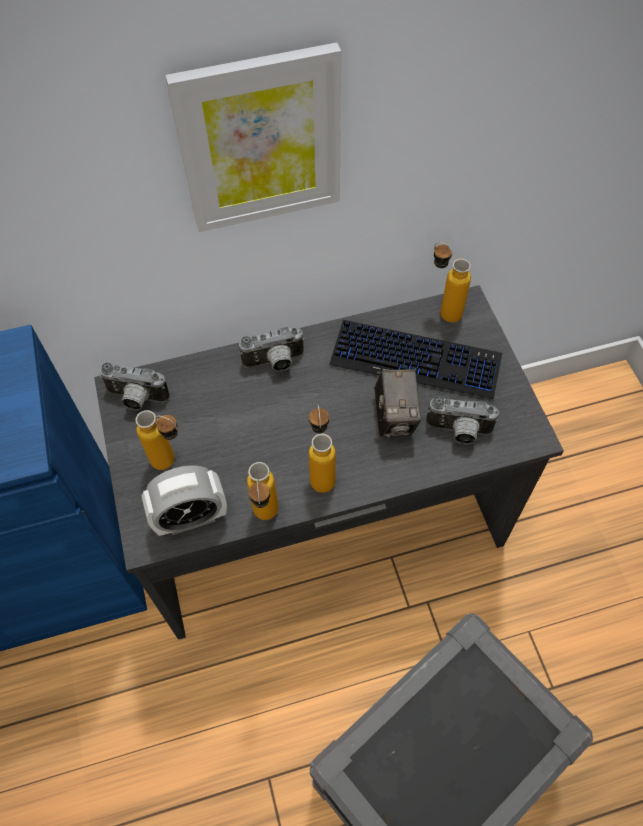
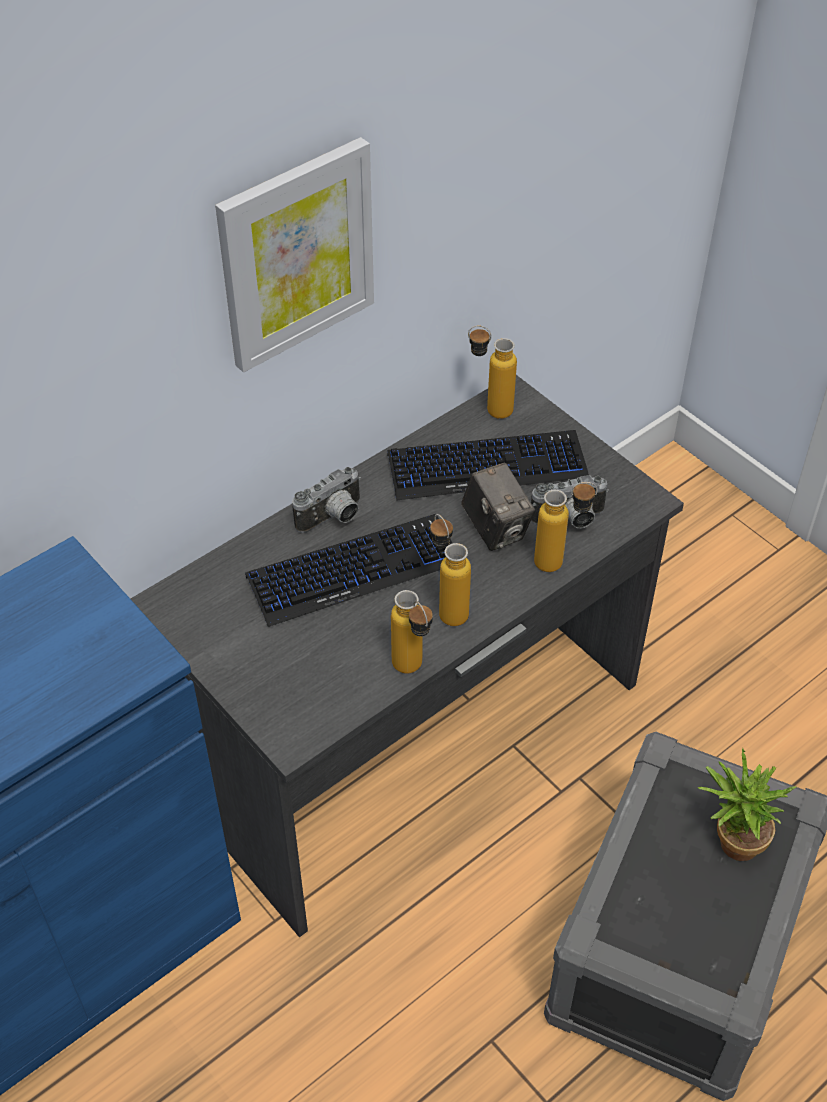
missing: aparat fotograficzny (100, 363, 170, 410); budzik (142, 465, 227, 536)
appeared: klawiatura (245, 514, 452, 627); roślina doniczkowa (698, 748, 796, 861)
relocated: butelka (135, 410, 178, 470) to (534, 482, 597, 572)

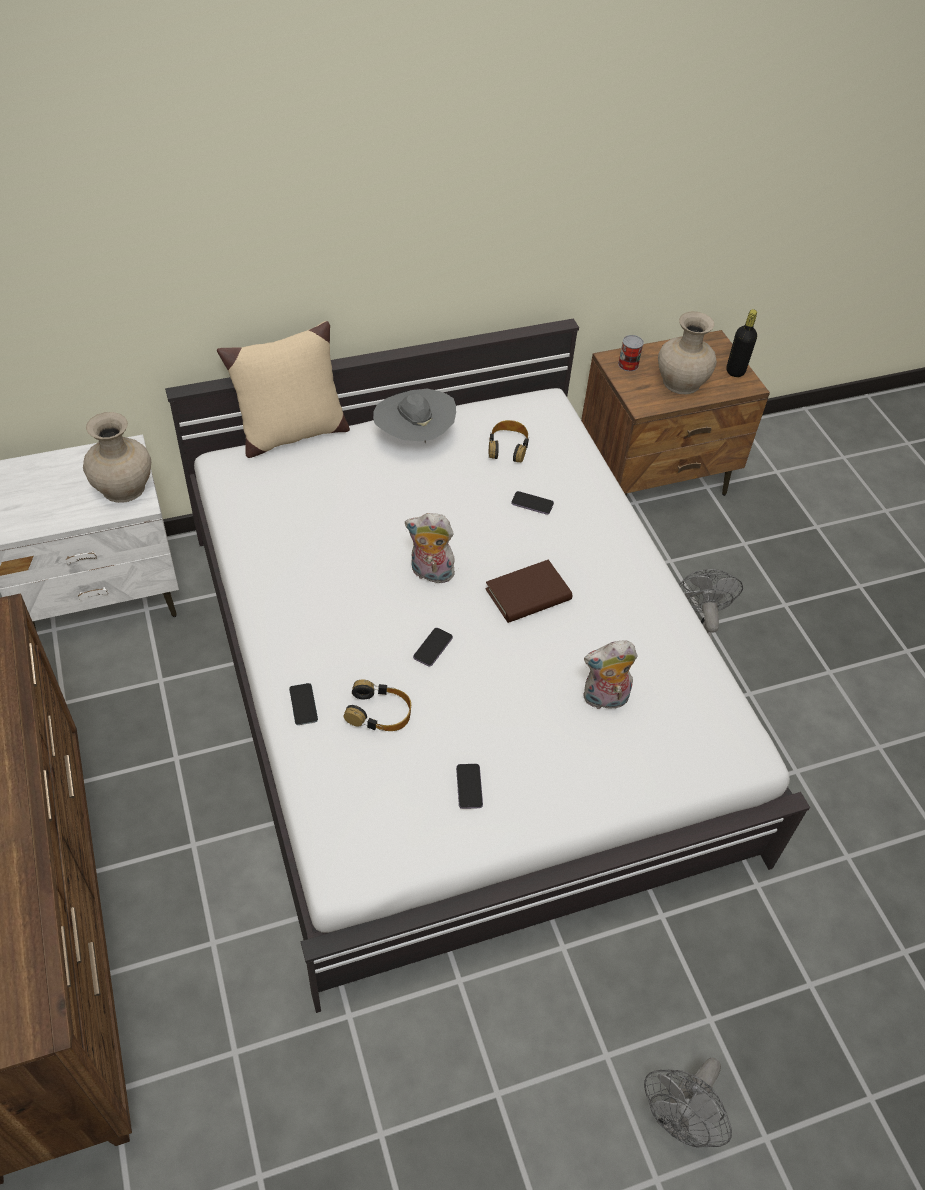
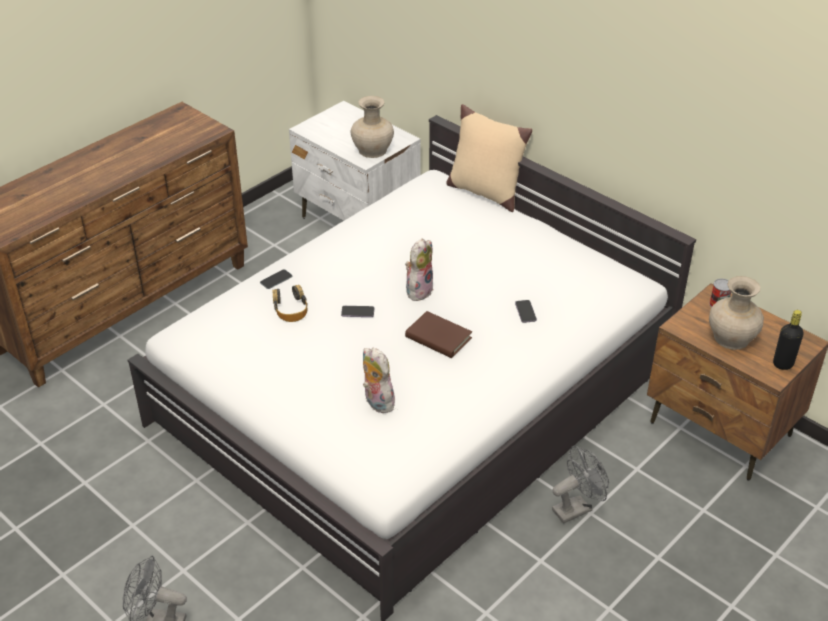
missing: kapelusz/szary (373, 389, 456, 444); telefon (456, 764, 483, 809); słuchawki (489, 420, 529, 463)
spun: pluszak (405, 513, 455, 583) = (405, 238, 434, 301) 45 degrees clockwise

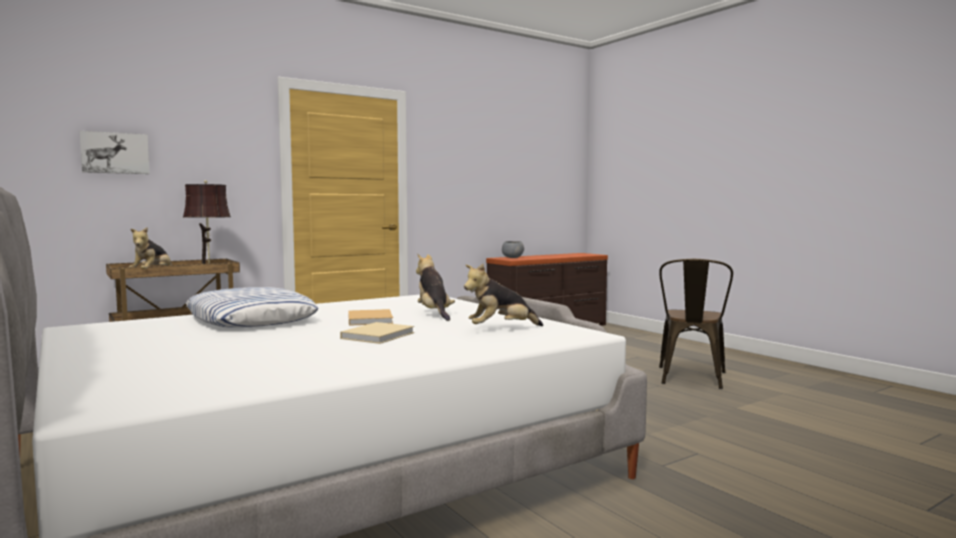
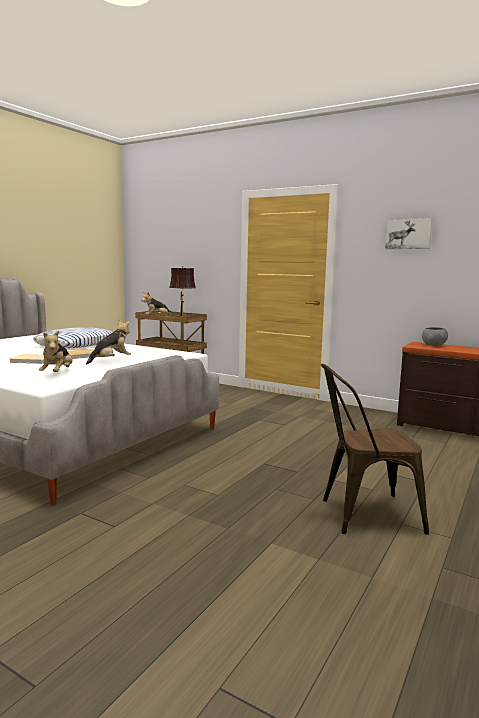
relocated: obraz (80, 131, 150, 174) to (385, 218, 432, 249)
spun: pluszak (464, 264, 543, 326) = (39, 330, 73, 372) 135 degrees counterclockwise

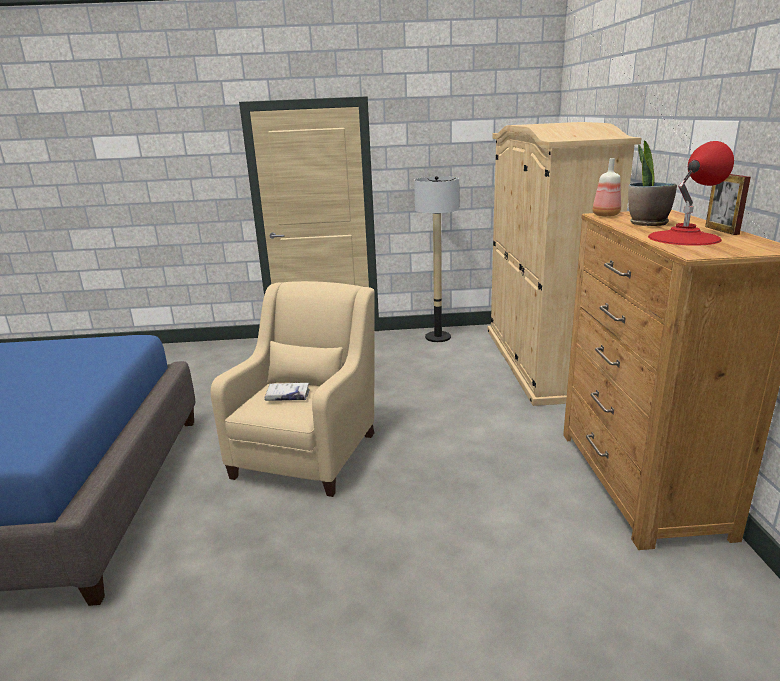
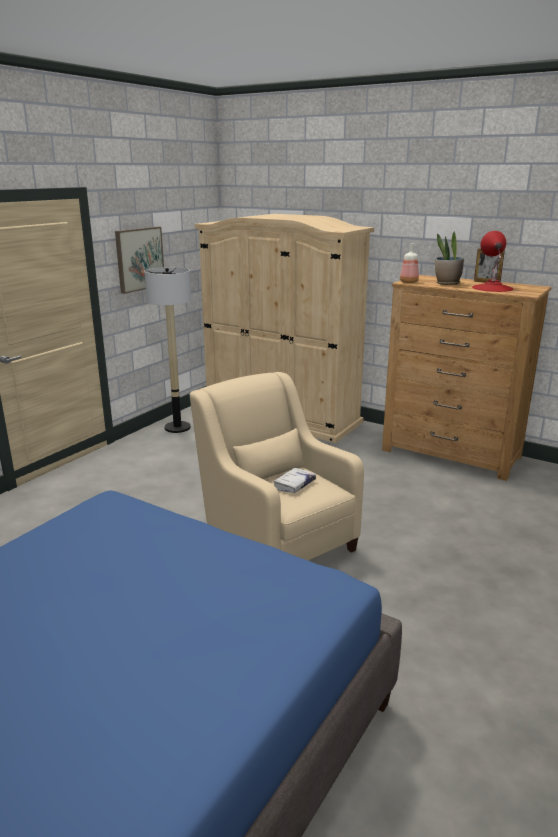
appeared: obraz (115, 227, 164, 294)

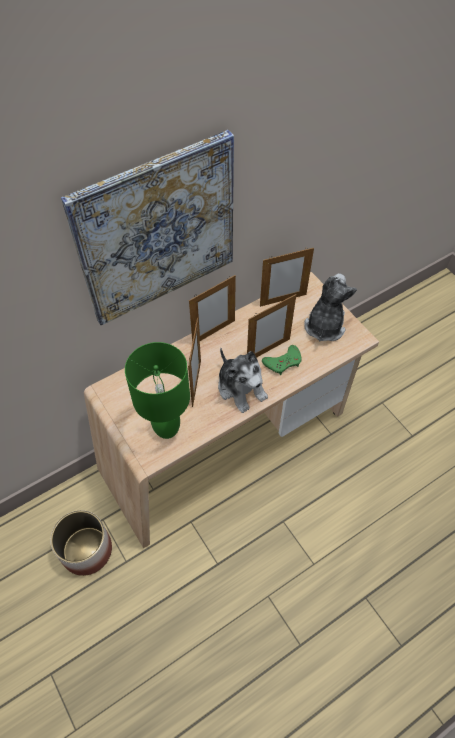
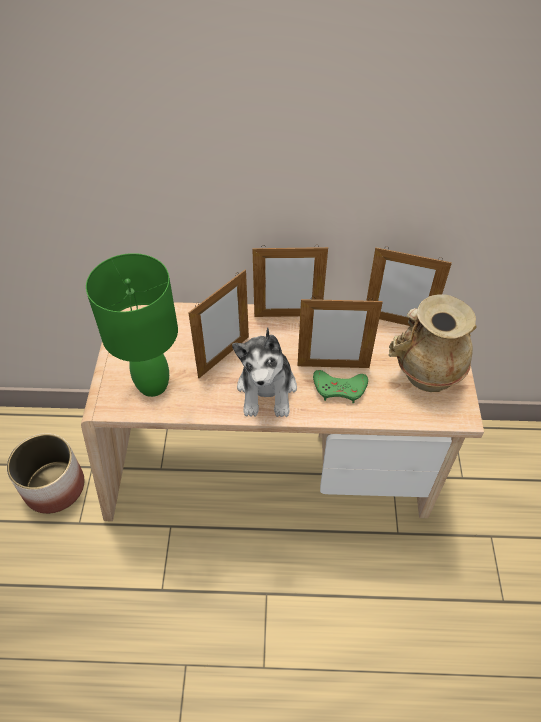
missing: obraz (61, 130, 234, 325)
exchanged: pluszak (304, 273, 357, 342) to wazon/beżowy (389, 294, 477, 392)

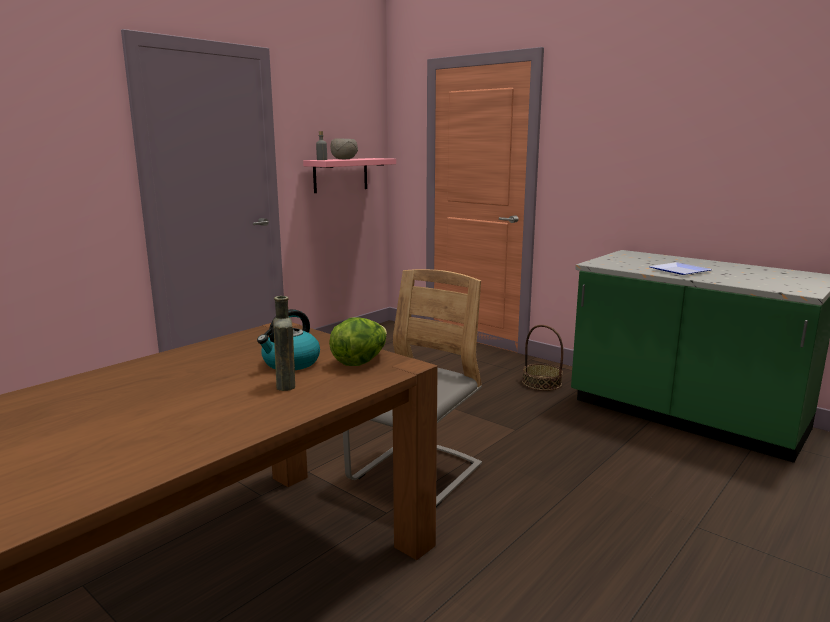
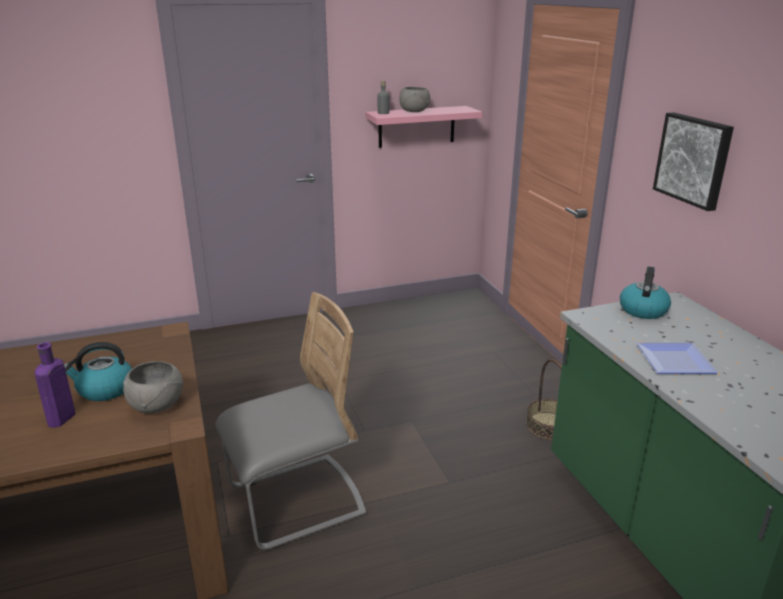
appeared: czajnik (620, 267, 671, 319); obraz (653, 112, 734, 211)
exchanged: sałata (329, 317, 387, 366) to miska/szary (123, 361, 183, 413)
colour: butelka/brązowy (273, 296, 295, 391) to butelka/fioletowy (34, 342, 75, 428)

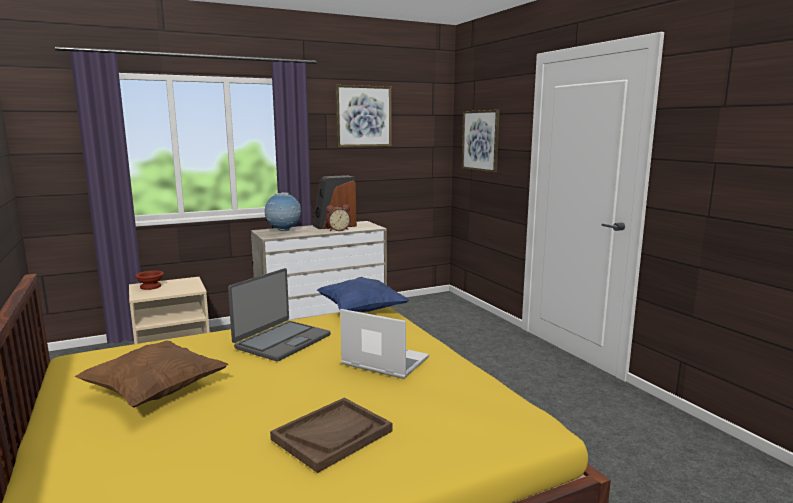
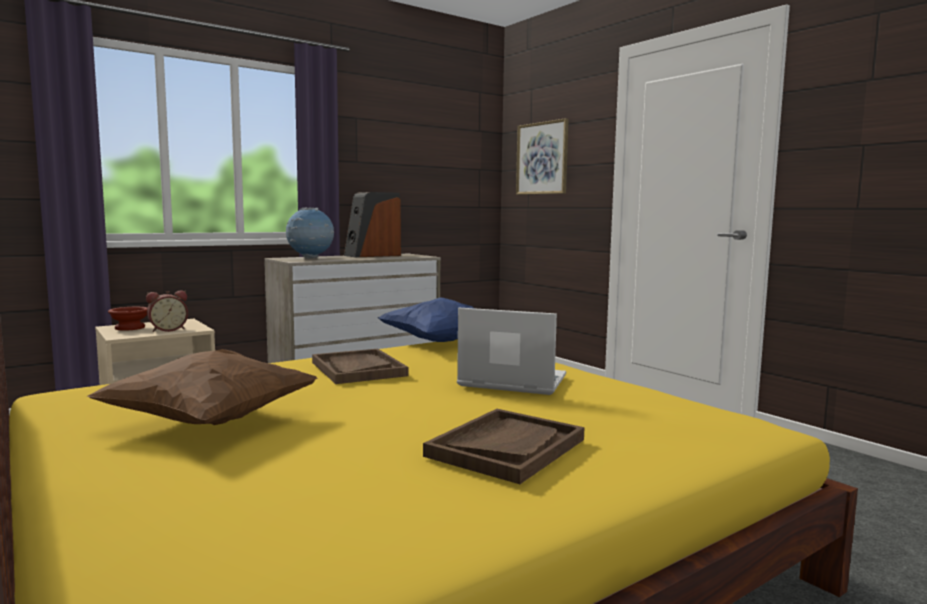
missing: obraz (335, 85, 392, 147)
relocated: budzik (326, 205, 351, 231) to (146, 291, 188, 332)
exchanged: laptop (228, 268, 330, 361) to taca/brązowy (312, 349, 408, 384)

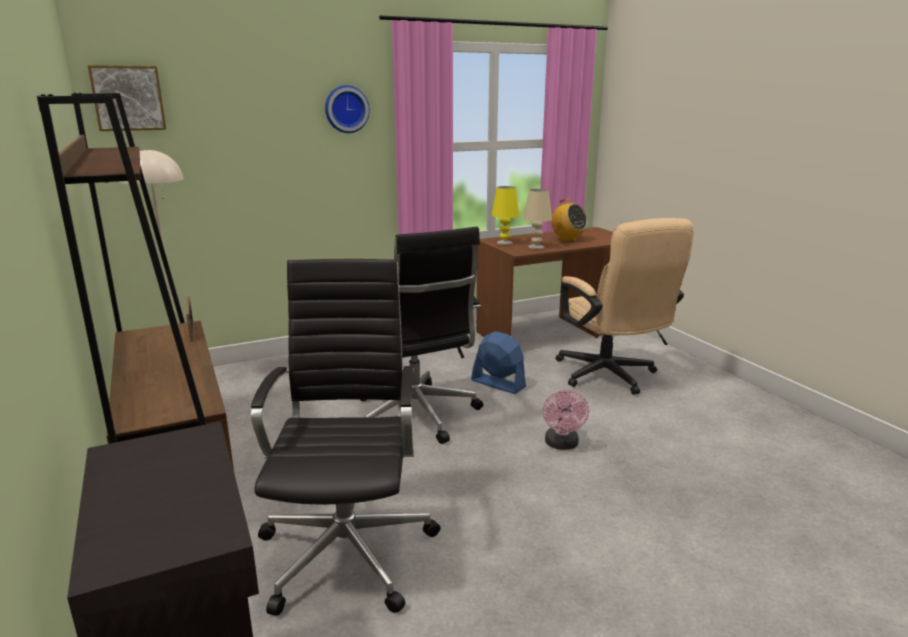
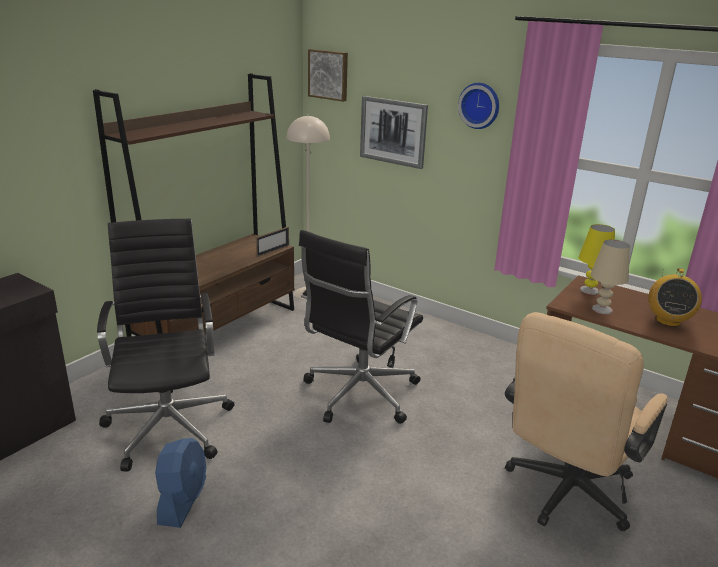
missing: wentylator/różowy (543, 390, 589, 450)
appeared: obraz (360, 96, 428, 169)
relocated: wentylator/niebieski (471, 331, 526, 394) to (155, 438, 206, 528)
spun: krzesło biurowe/czarny (251, 259, 441, 616) = (97, 218, 235, 472) 75 degrees counterclockwise

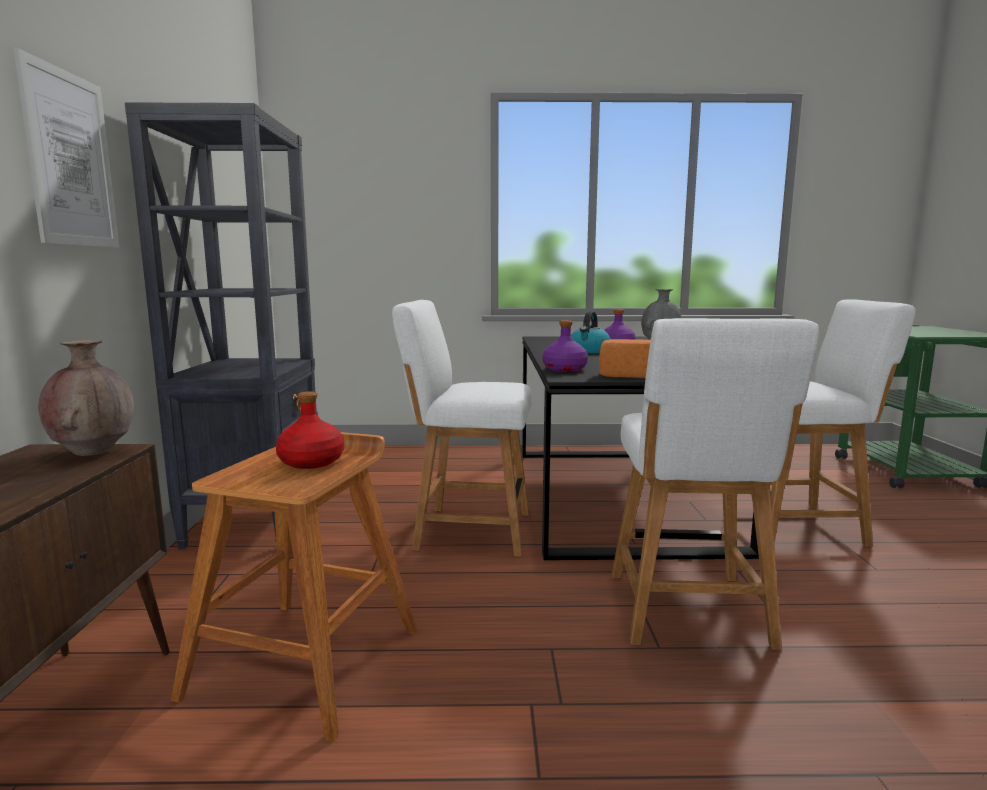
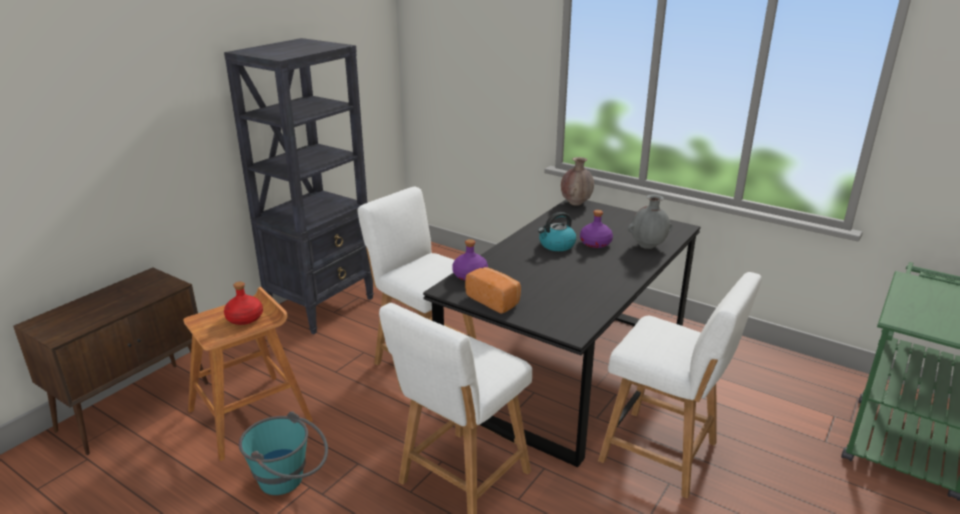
missing: obraz (13, 48, 119, 248)
appeared: wiadro/turkusowy (239, 411, 328, 495)
relocated: wazon/brązowy (38, 340, 134, 456) to (561, 157, 594, 206)

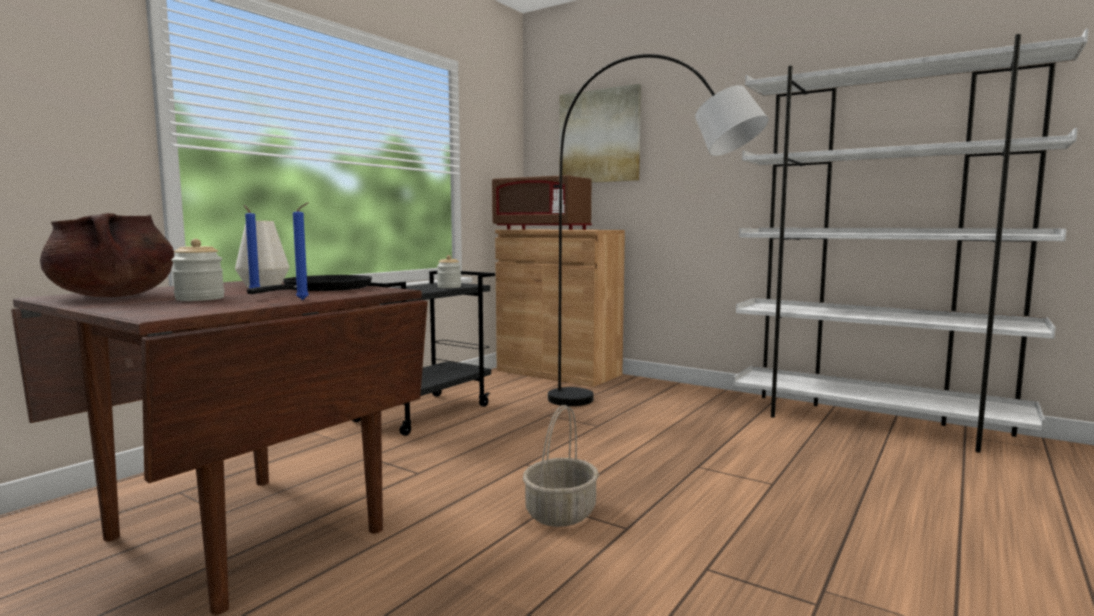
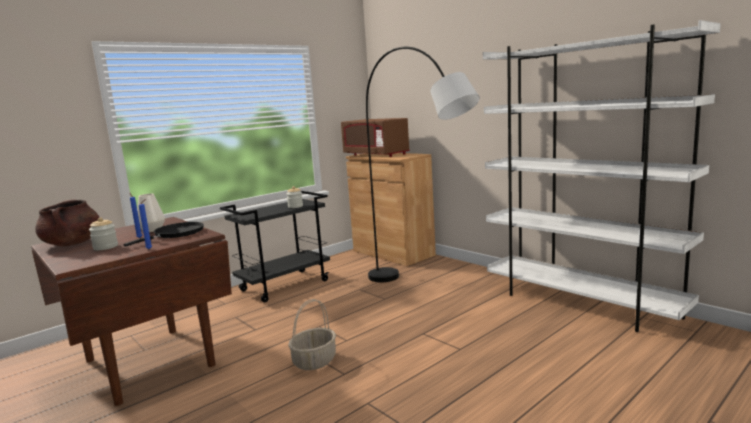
missing: obraz (559, 84, 641, 183)

